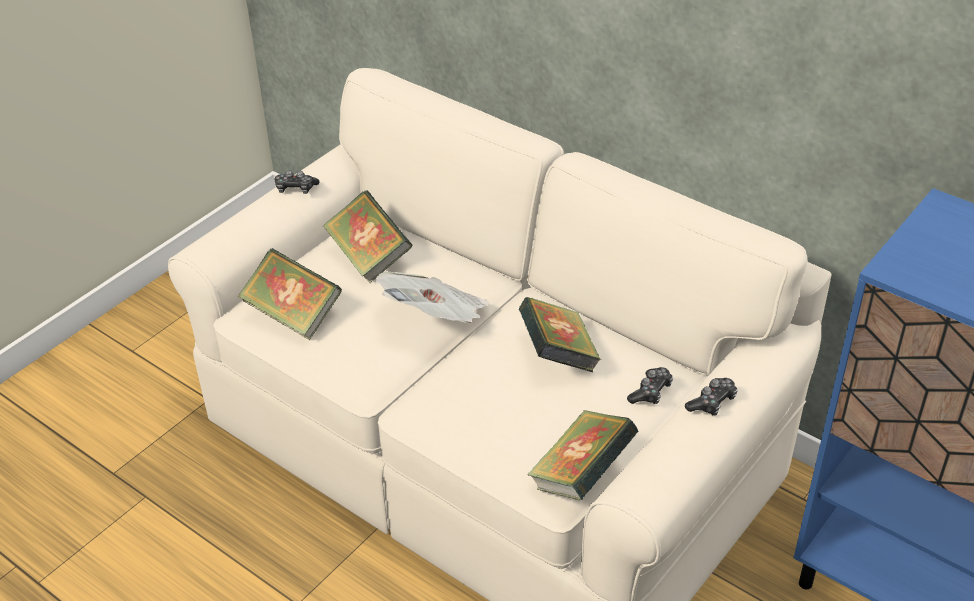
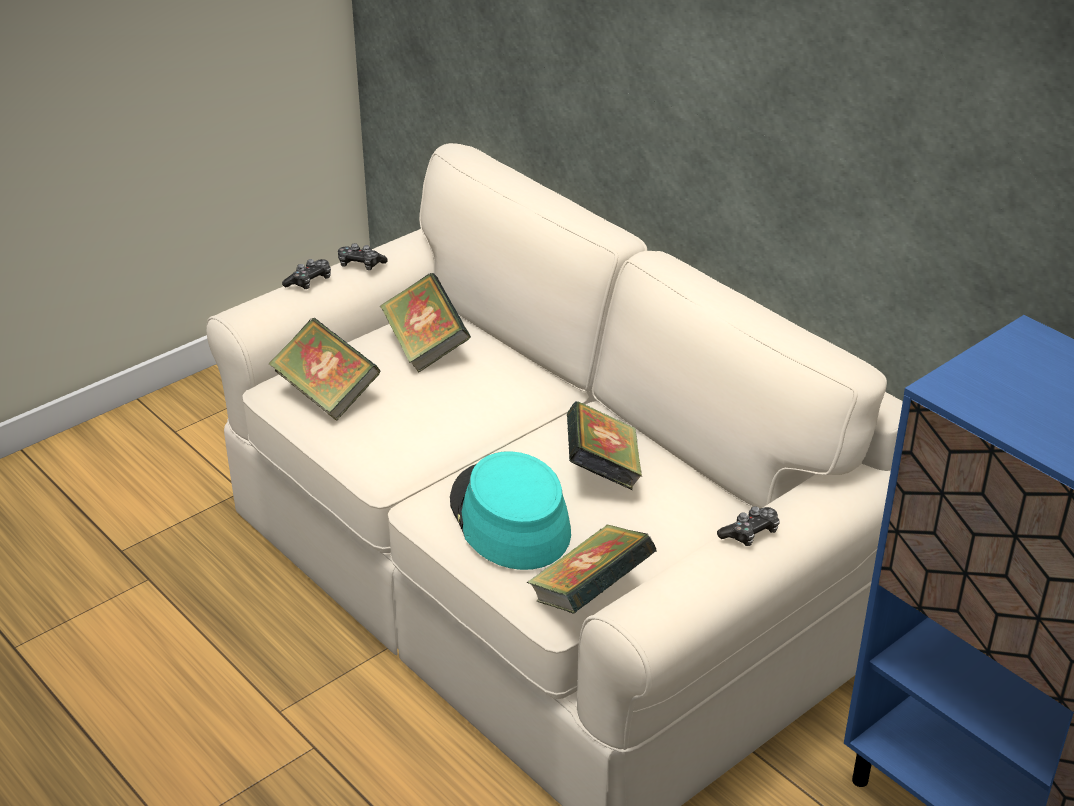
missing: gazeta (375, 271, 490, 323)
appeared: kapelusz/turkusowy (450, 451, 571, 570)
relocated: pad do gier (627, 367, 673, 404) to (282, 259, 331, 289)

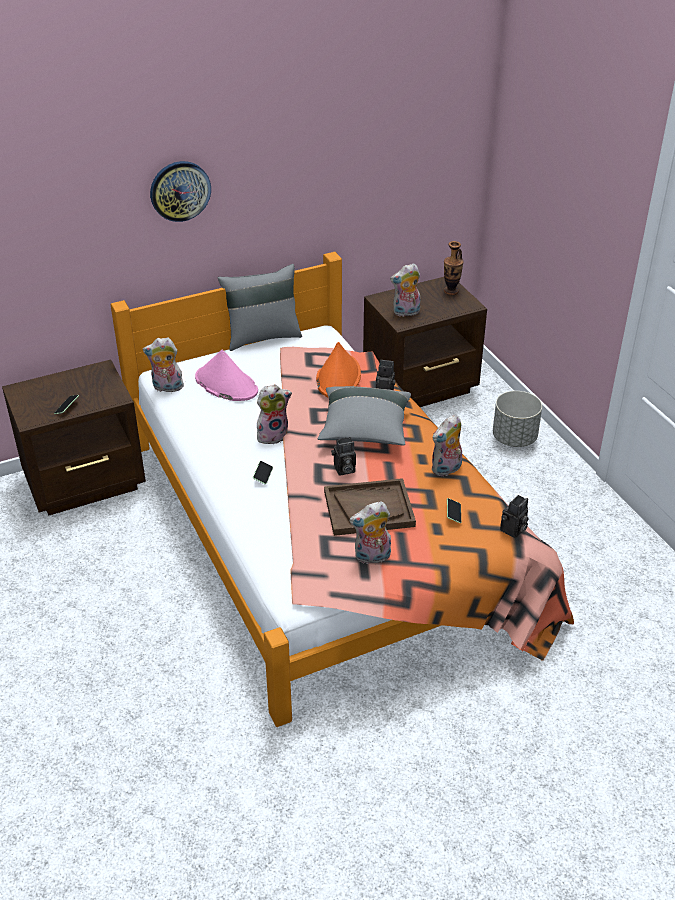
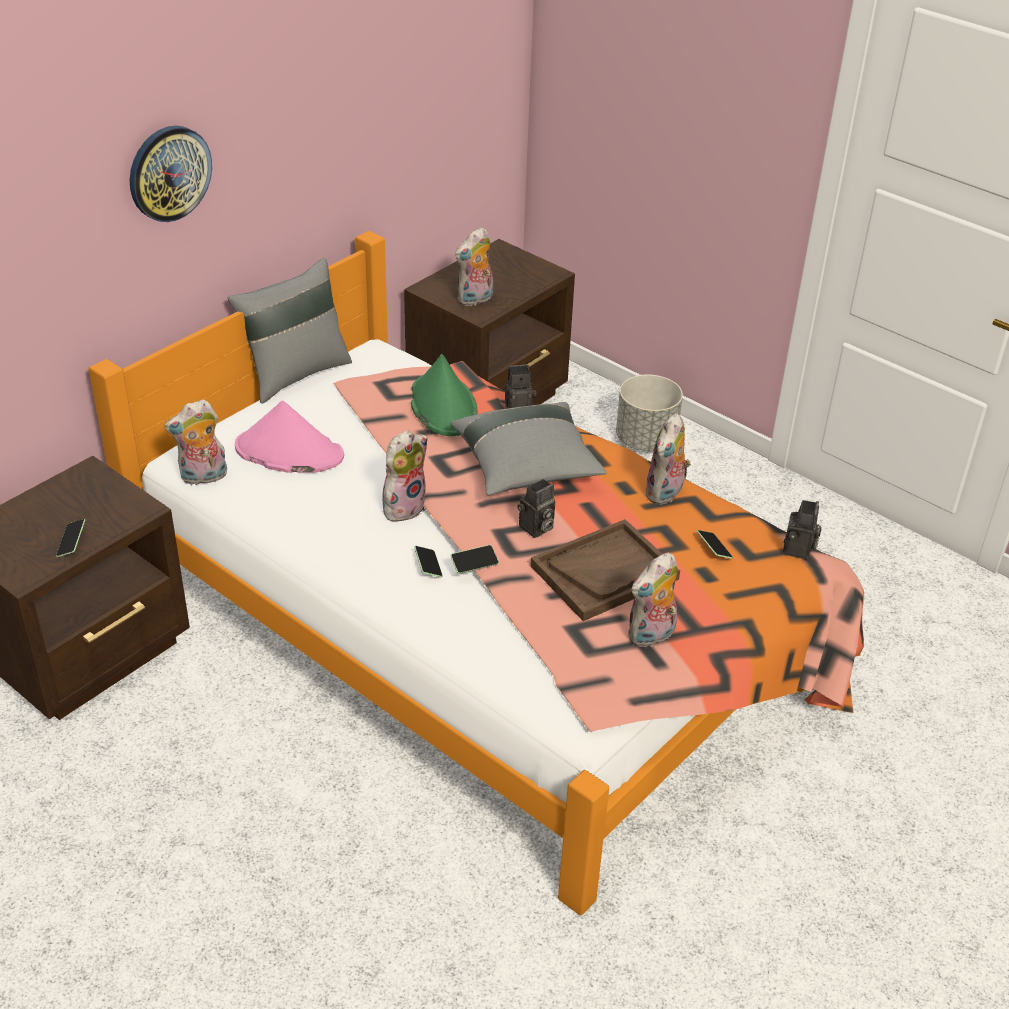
missing: wazon (444, 241, 464, 295)
appeared: telefon (451, 545, 499, 574)
colour: kapelusz/pomarańczowy (316, 342, 361, 398) to kapelusz/zielony (411, 354, 477, 436)

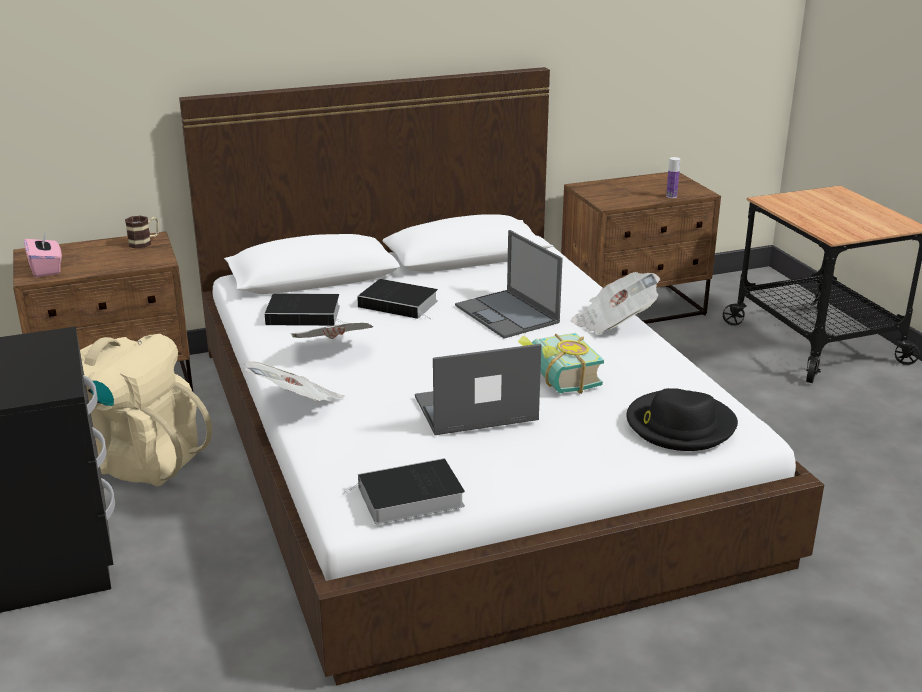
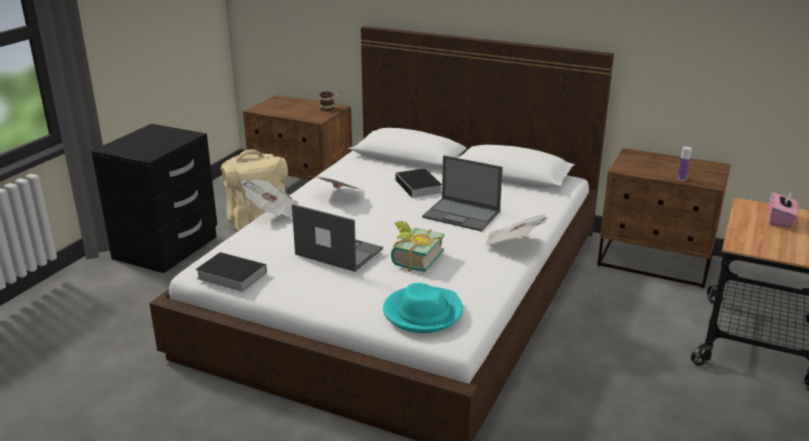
missing: książka (265, 293, 349, 326)
relocated: pudełko chusteczek/różowy (24, 233, 62, 278) to (769, 192, 799, 228)
colour: kapelusz/czarny (627, 388, 738, 451) to kapelusz/turkusowy (383, 283, 463, 333)
spun: laptop (455, 230, 563, 339) = (422, 155, 503, 231) 75 degrees counterclockwise

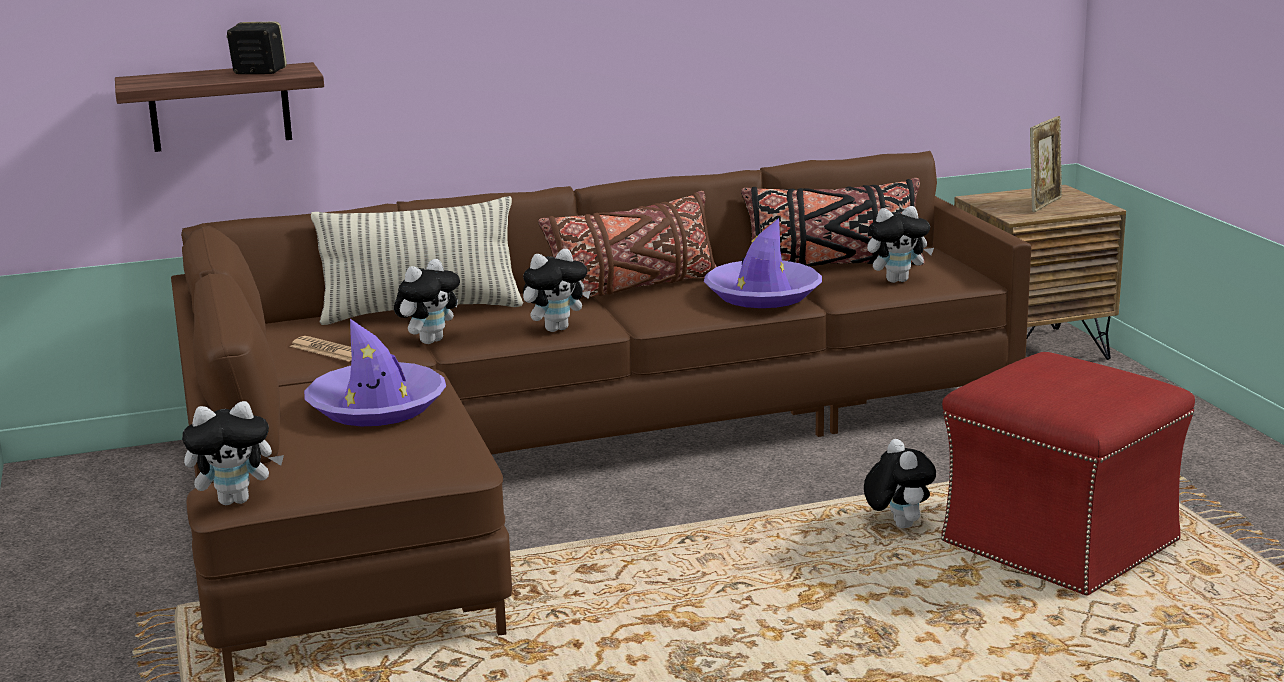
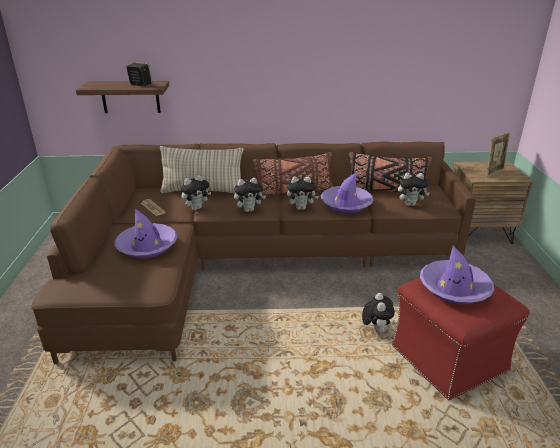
appeared: kapelusz/fioletowy (420, 246, 494, 304)
relocated: pluszak (182, 401, 284, 505) to (287, 177, 319, 210)

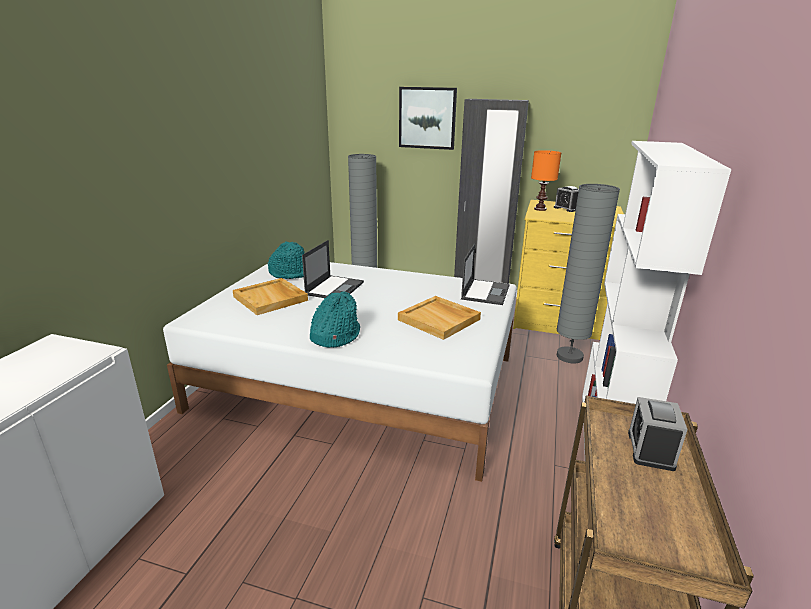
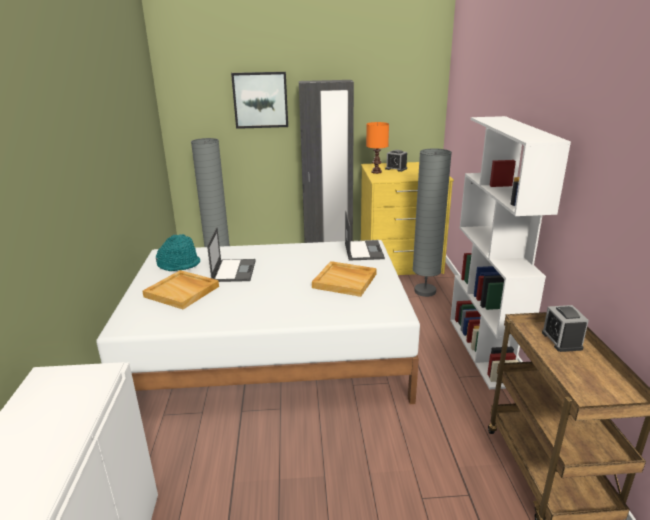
missing: kapelusz/turkusowy (310, 291, 360, 347)

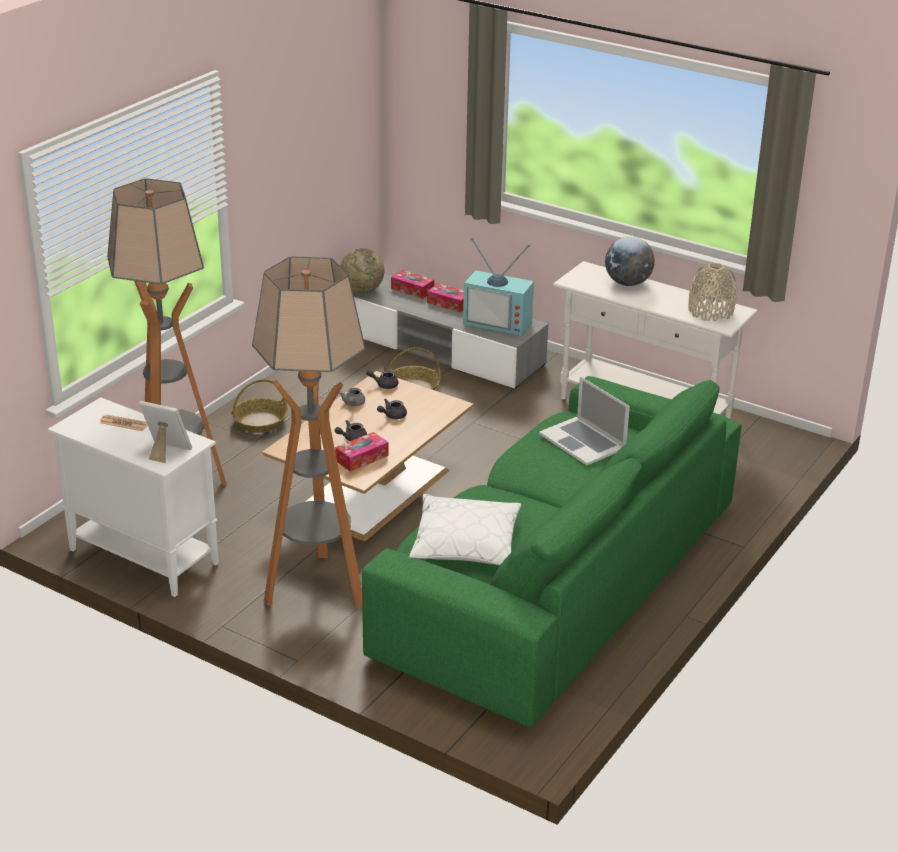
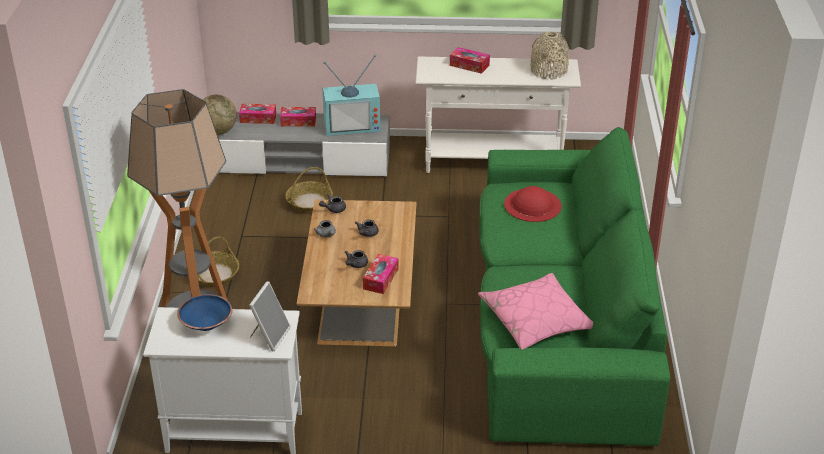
missing: lampa stojąca (252, 256, 366, 610)
exchanged: gazeta (100, 414, 148, 431) to miska/niebieski (177, 294, 232, 331); laptop (539, 376, 630, 465) to kapelusz/czerwony (504, 186, 561, 222); globus (605, 237, 655, 286) to pudełko chusteczek (450, 47, 490, 74)
colour: poduszka/biały (409, 494, 521, 565) to poduszka/różowy (478, 273, 593, 350)
spun: ramka na zdjęcie (139, 401, 192, 463) = (249, 281, 291, 351) 120 degrees clockwise

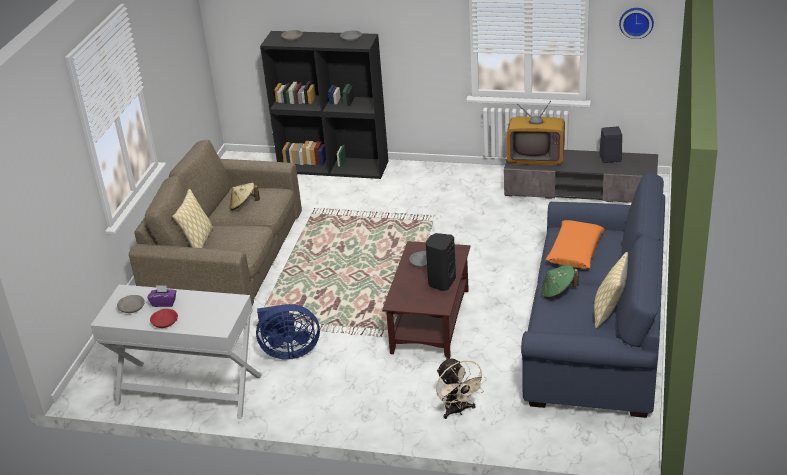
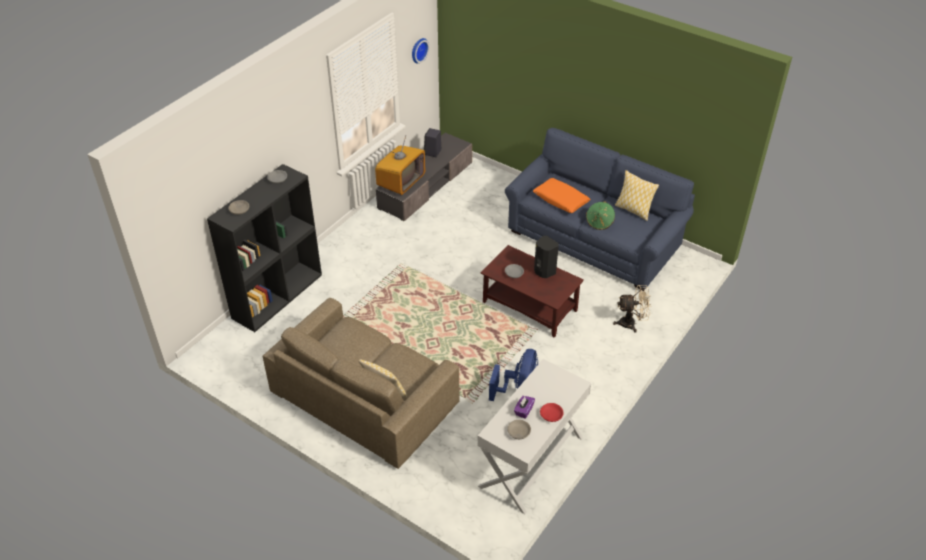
missing: kapelusz/beżowy (230, 183, 260, 210)

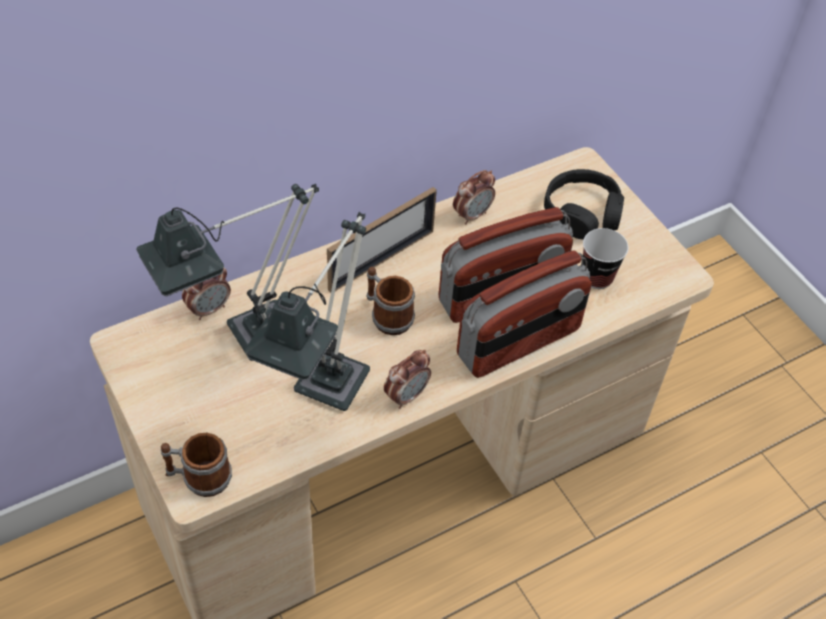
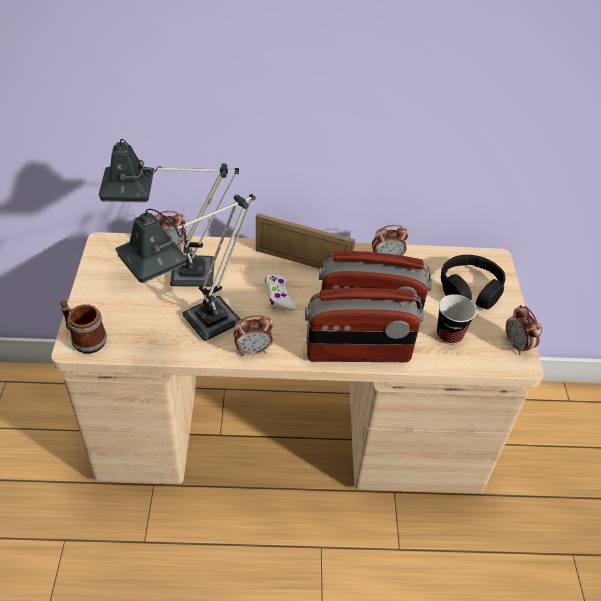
appeared: budzik (506, 305, 542, 355)
exchanged: kubek (367, 267, 415, 335) to pad do gier/biały (265, 275, 296, 311)
spun: ramka na zdjęcie (327, 187, 437, 293) = (256, 213, 355, 269) 150 degrees counterclockwise

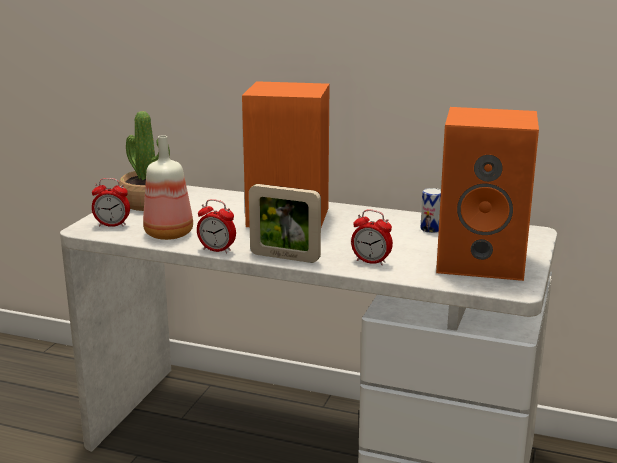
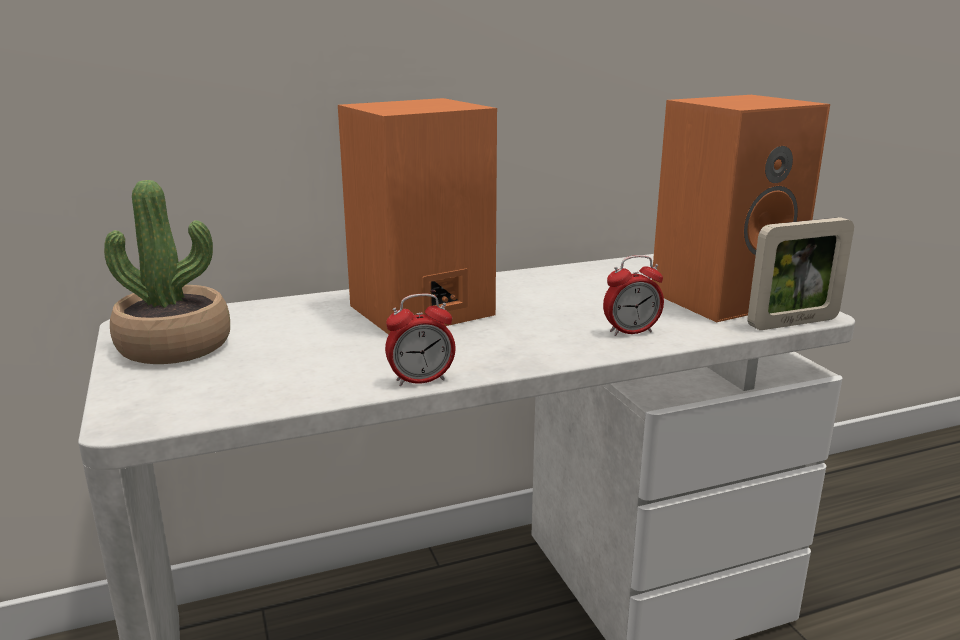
missing: budzik (92, 178, 130, 227); butelka (143, 135, 193, 240); puszka (421, 188, 441, 233)
relocated: ramka na zdjęcie (249, 184, 321, 263) to (748, 217, 854, 330)

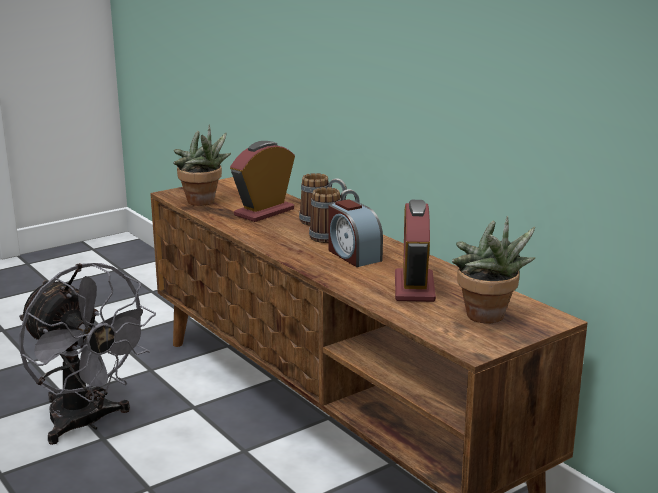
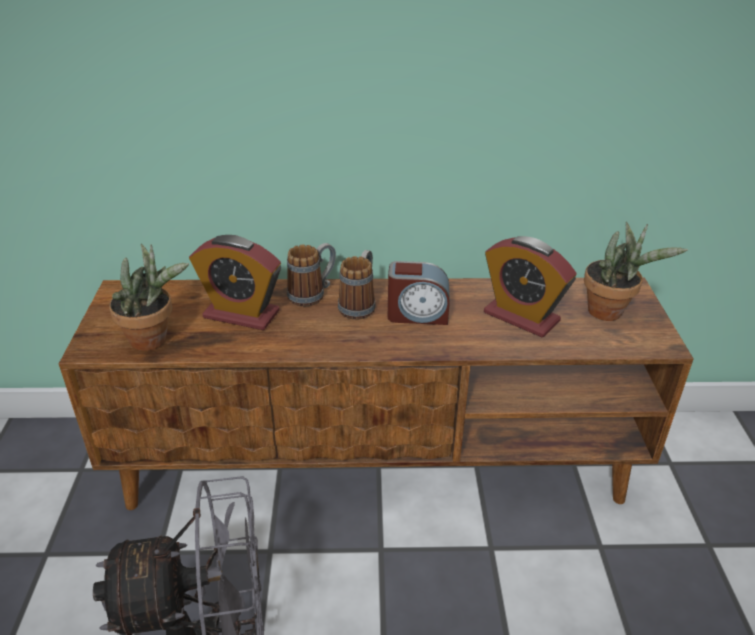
spun: budzik (230, 141, 295, 222) = (189, 235, 281, 330) 60 degrees counterclockwise

